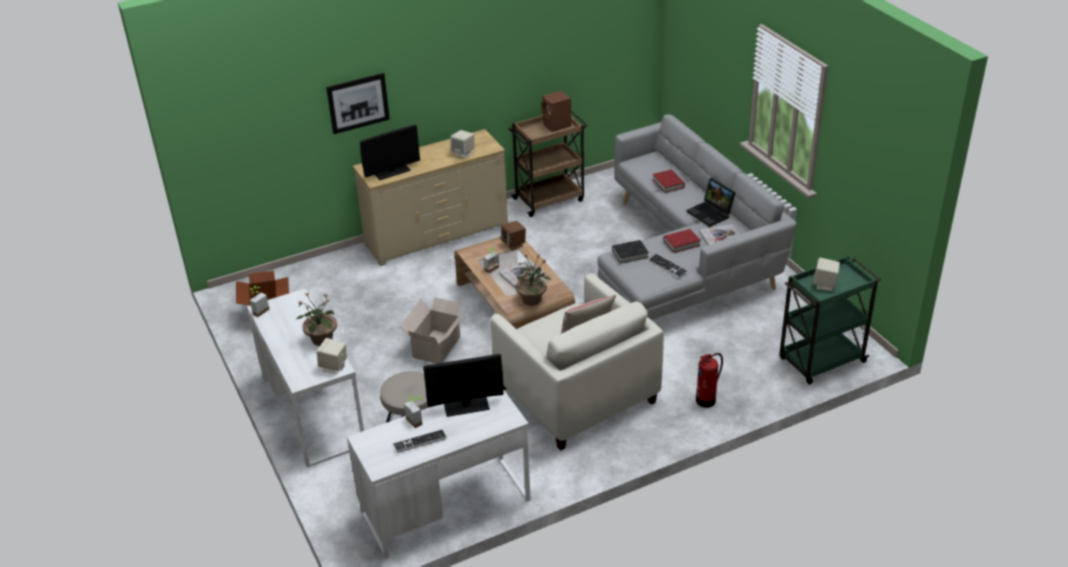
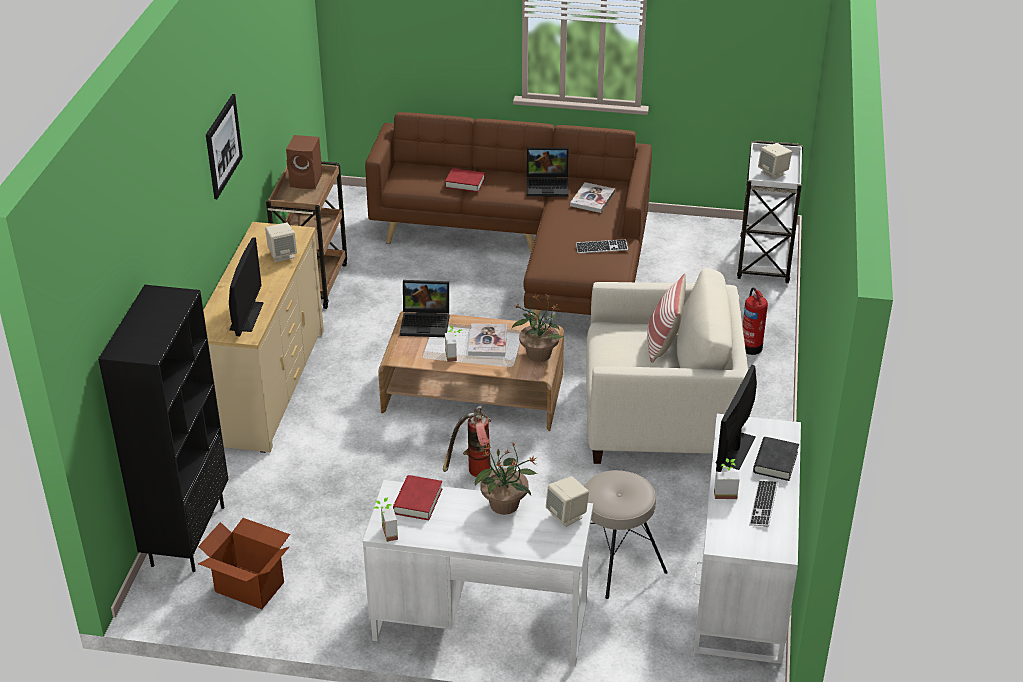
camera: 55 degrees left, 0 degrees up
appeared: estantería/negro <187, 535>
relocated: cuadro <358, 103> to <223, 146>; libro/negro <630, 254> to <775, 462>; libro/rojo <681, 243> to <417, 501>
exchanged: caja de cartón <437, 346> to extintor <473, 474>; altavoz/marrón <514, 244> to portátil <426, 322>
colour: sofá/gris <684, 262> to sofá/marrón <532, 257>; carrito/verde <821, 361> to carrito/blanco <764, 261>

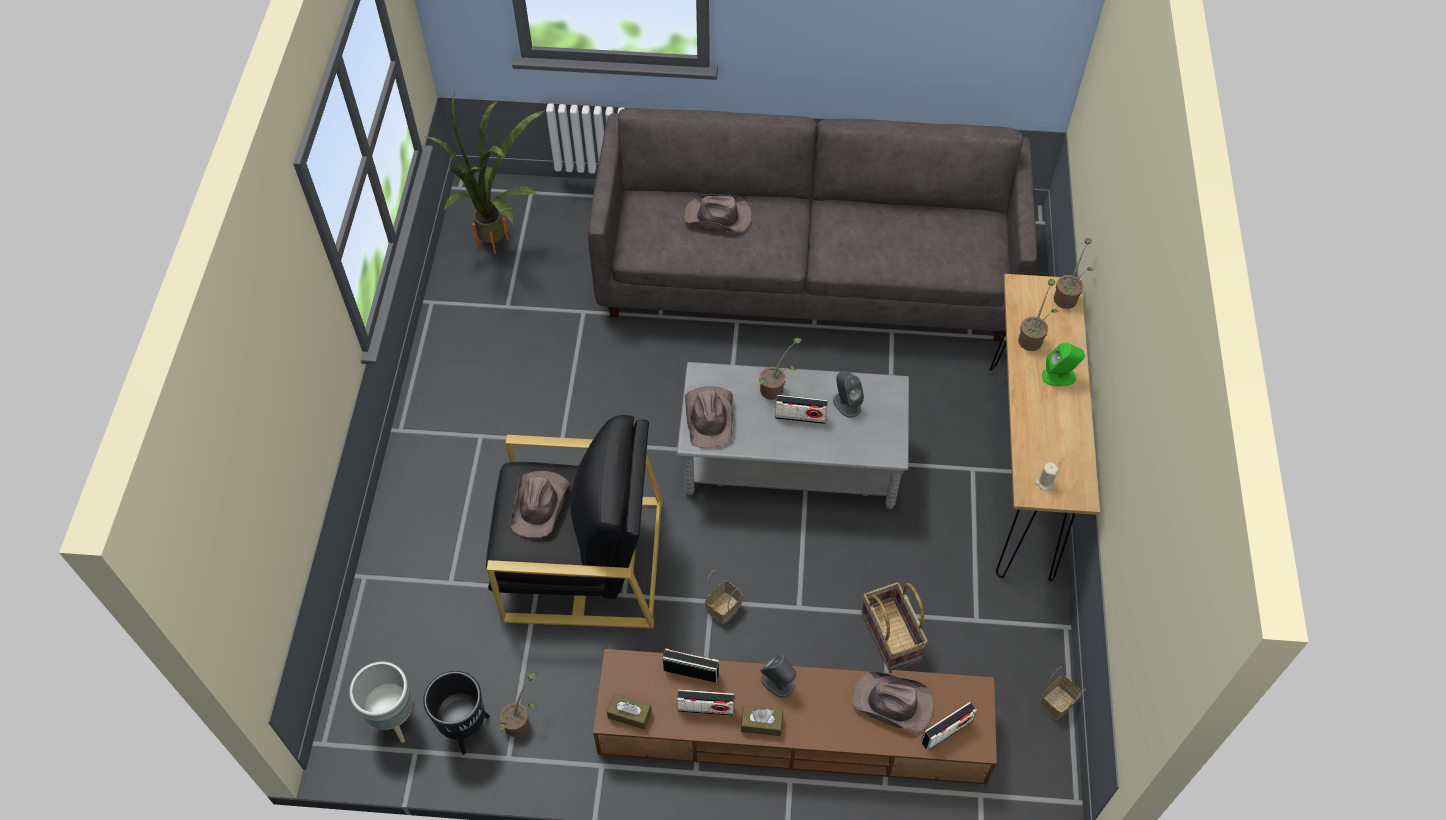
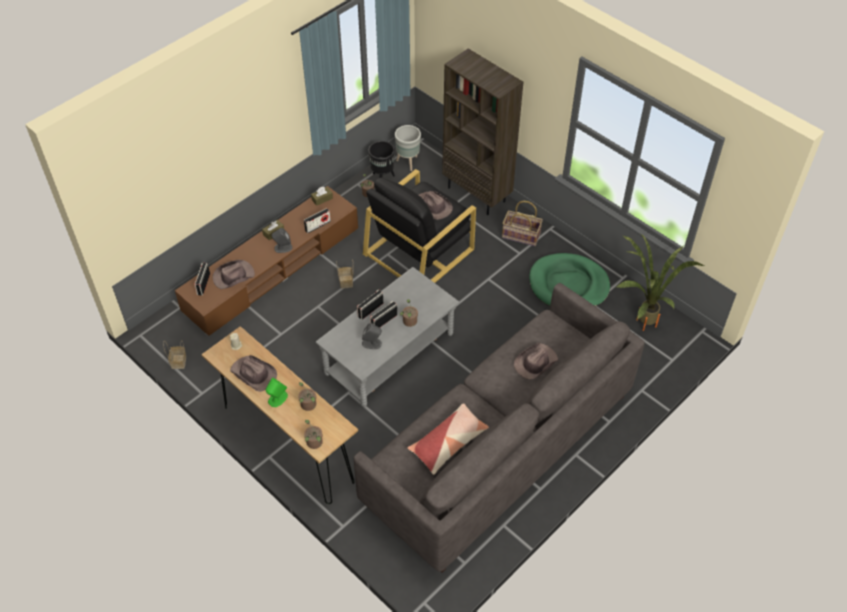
camera: 130 degrees right, 5 degrees down
appeared: cojín <448, 442>; estantería/marrón <477, 194>; cama para perro/verde <568, 285>
relocated: radio <706, 708> to <370, 309>; sombrero/marrón <710, 417> to <254, 374>; cesta <892, 635> to <520, 236>

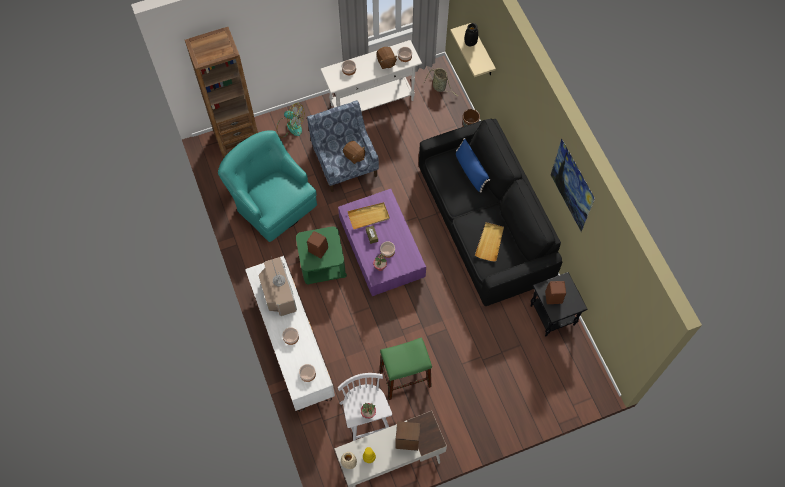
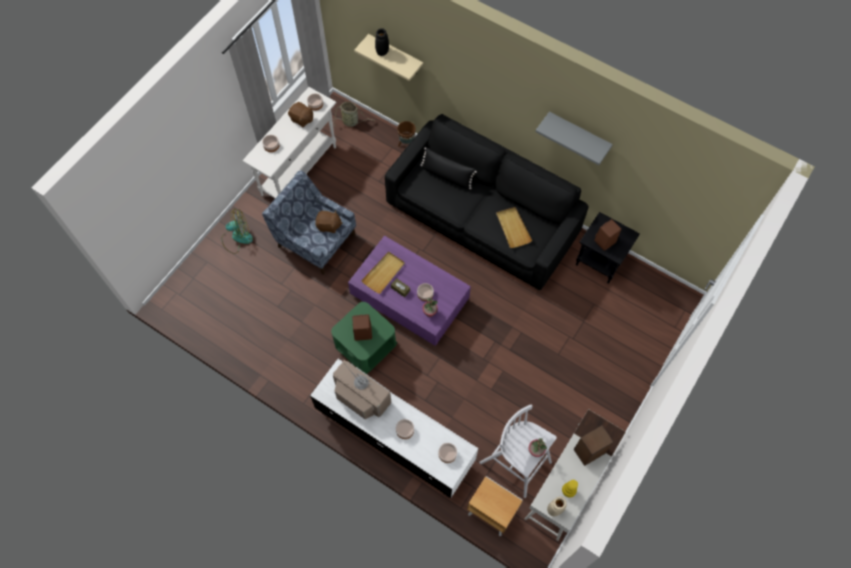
camera: 35 degrees left, 0 degrees up
missing: estantería/marrón <237, 139>; sillón/turquesa <272, 202>; taburete/verde <405, 378>
appeared: mesita de noche/marrón <490, 512>
exchanged: cuadro <568, 194> to estante/gris <578, 134>
colour: cojín/azul <470, 171> to cojín/negro <447, 175>

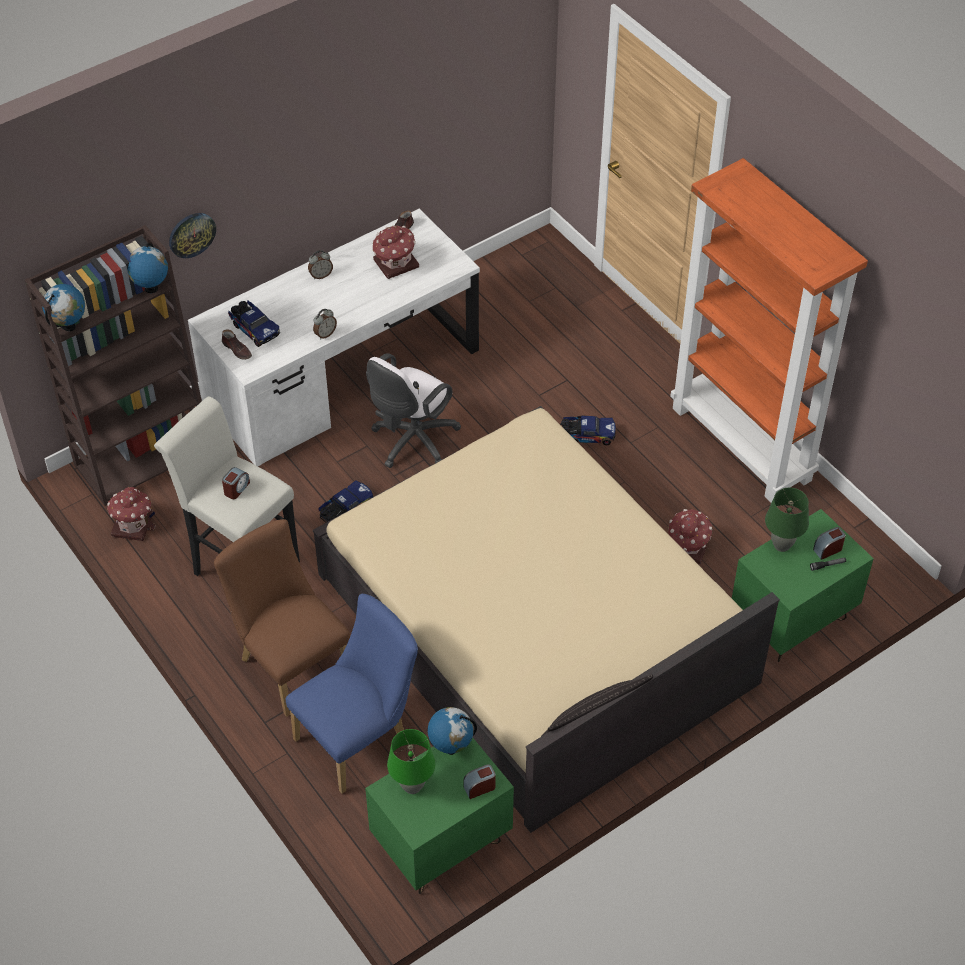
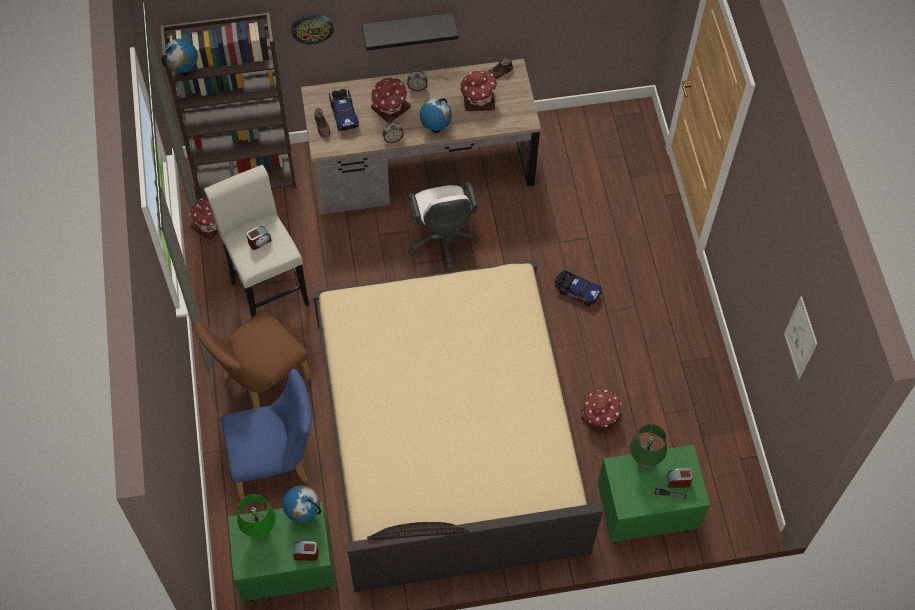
camera: 25 degrees right, 10 degrees up
missing: camión de juguete <345, 510>; estantería/naranja <743, 444>
appeared: estante/negro <408, 29>; casita <390, 108>; cuadro <800, 338>
relocated: globo terráqueo <151, 288> to <435, 129>
colour: escritorio/blanco <342, 377> to escritorio/marrón <421, 166>
spun: silla/marrón <290, 662> = <260, 381> 120 degrees counterclockwise; silla de oficina/blanco <411, 442> = <442, 241> 75 degrees counterclockwise

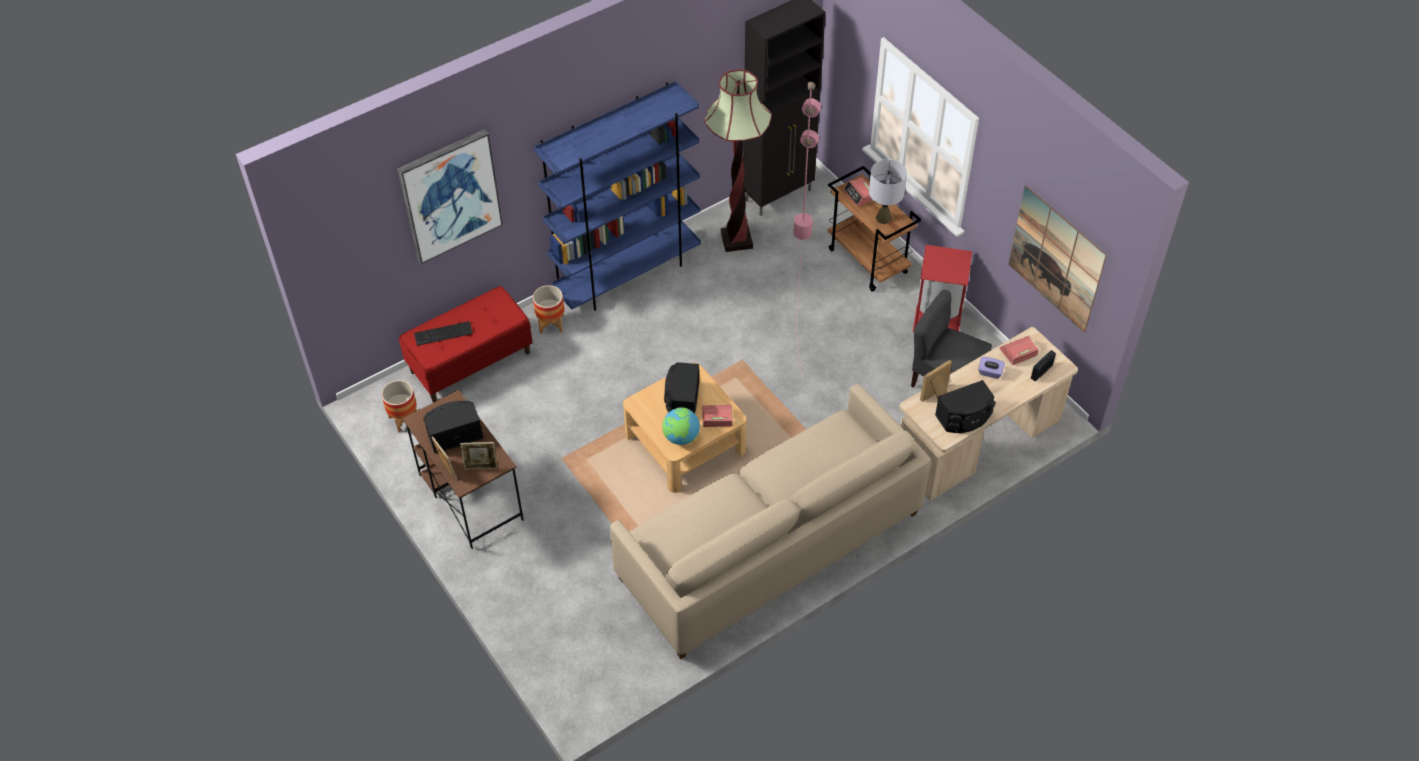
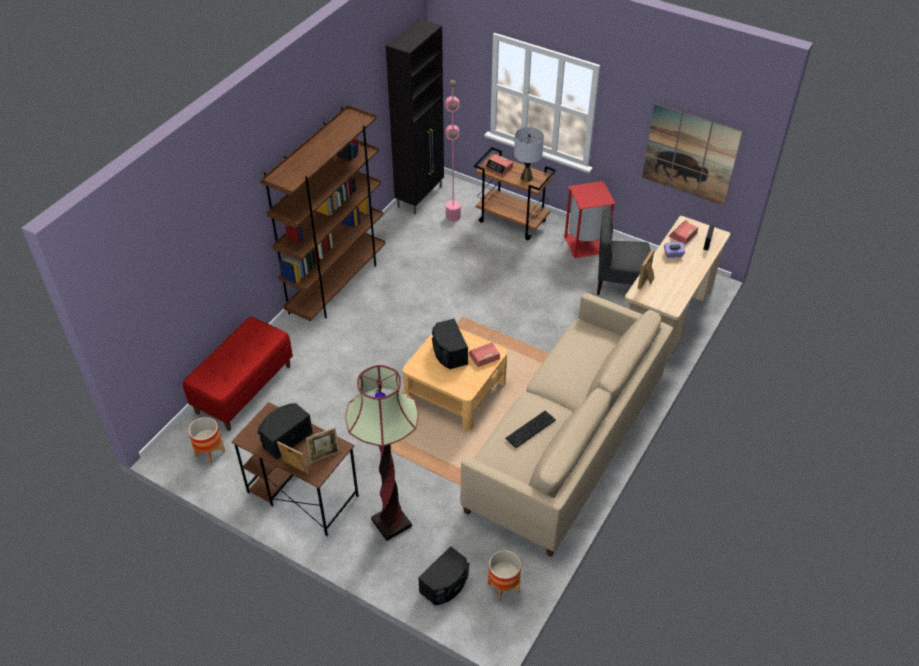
camera: 25 degrees left, 5 degrees down
missing: cuadro <450, 195>; globo terráqueo <681, 437>
relocated: teclado <444, 334> to <531, 429>; maceta <551, 324> to <503, 588>; lámpara de pie <736, 240> to <391, 523>; altavoz/negro <964, 418> to <446, 585>
colour: estantería/azul <627, 275> to estantería/marrón <337, 284>

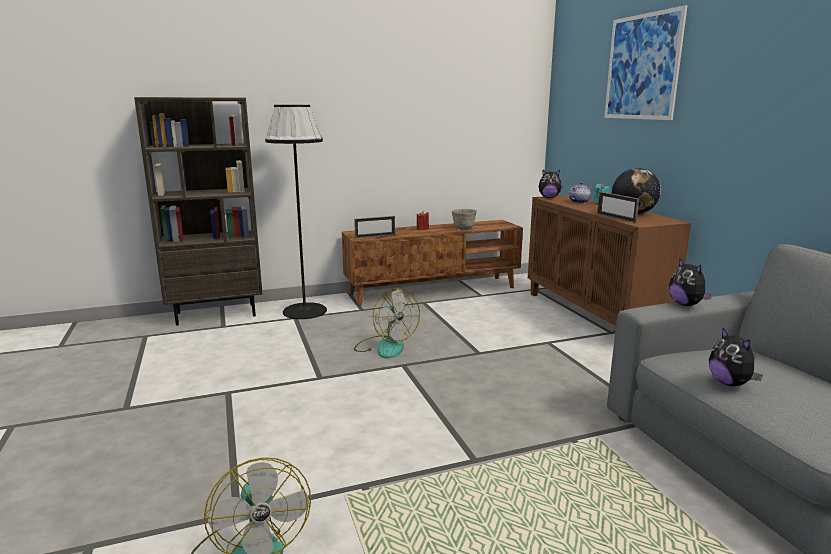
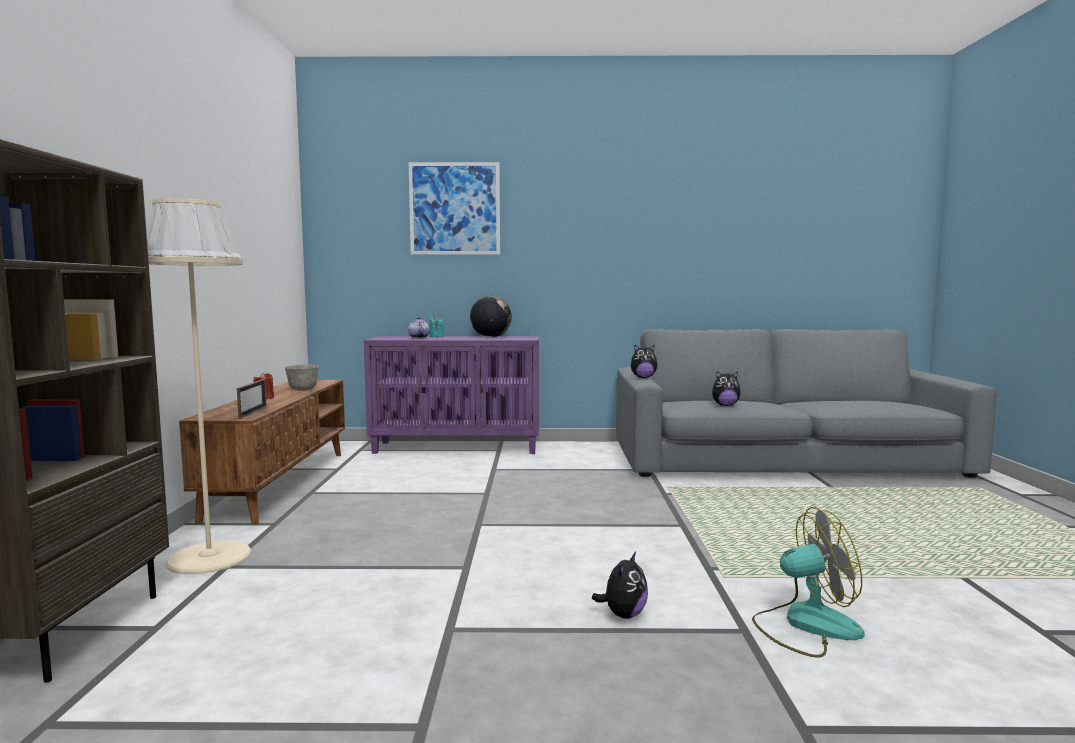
camera: 70 degrees left, 10 degrees down
missing: ventilador <385, 346>; portarretratos <616, 218>
relocated: peluche <549, 197> to <623, 615>
colour: lámpara de pie/negro <305, 311> to lámpara de pie/beis <209, 557>; armario/marrón <593, 316> to armario/morado <457, 447>

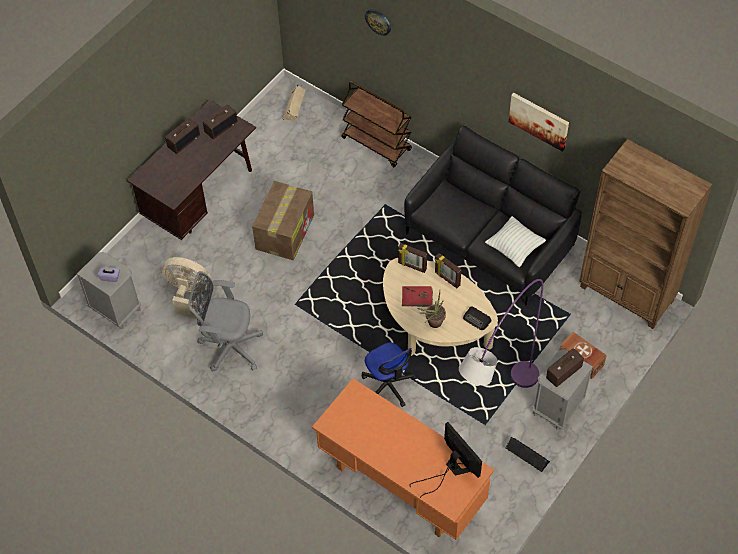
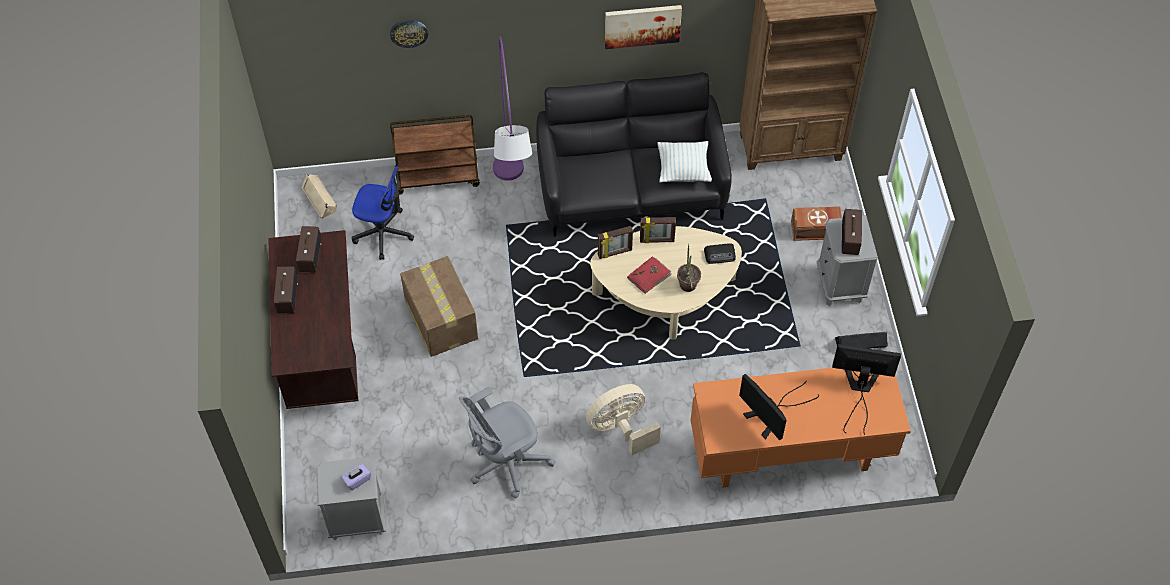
camera: 45 degrees left, 0 degrees up
appeared: monitor <771, 415>
relocated: ventilador/beis <189, 294> to <621, 428>; silla de oficina <388, 385> to <383, 233>; lámpara de pie/morado <495, 414> to <514, 215>

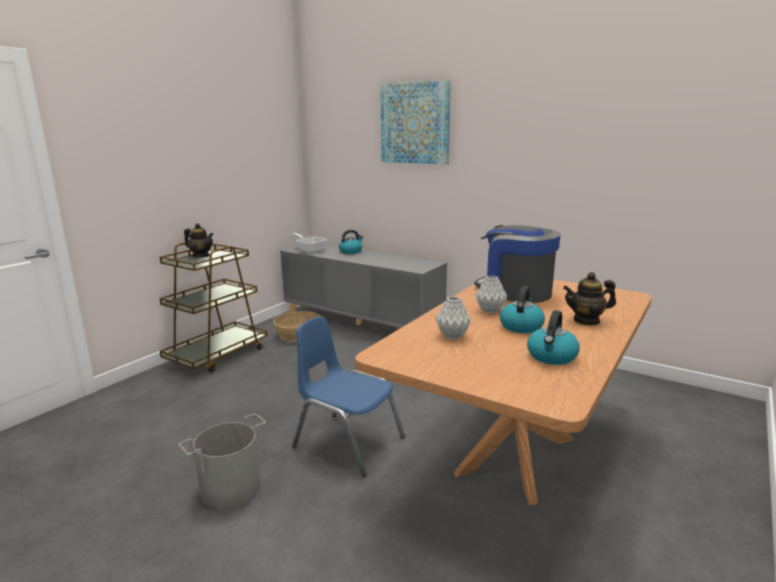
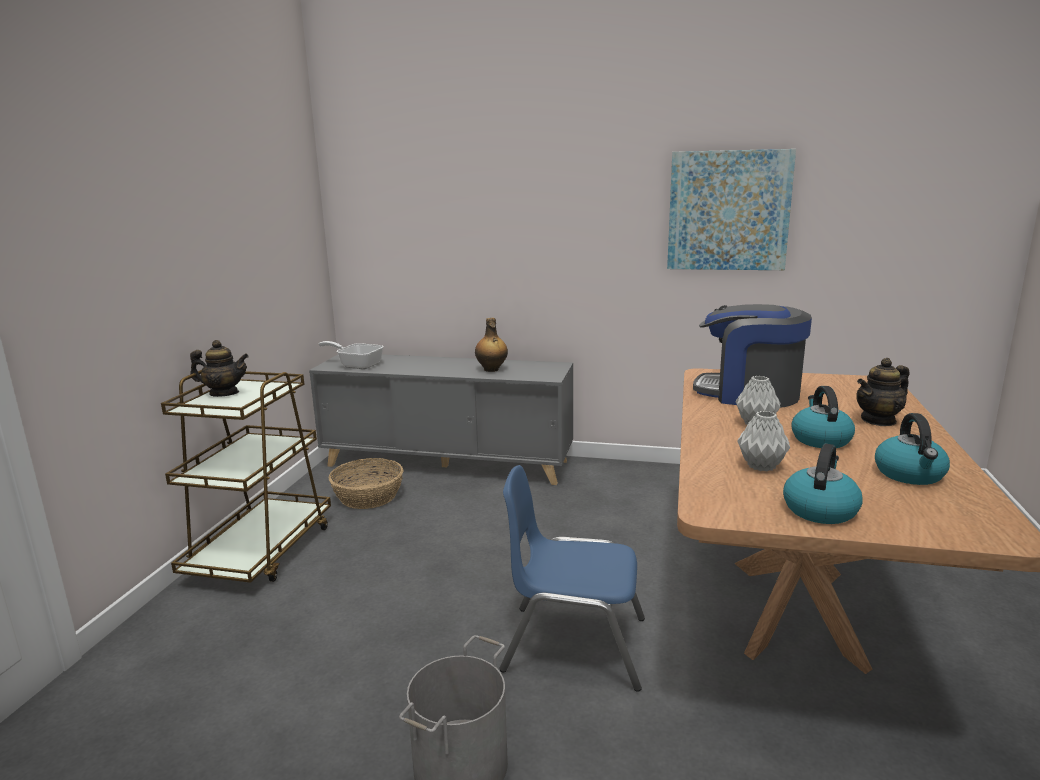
camera: 20 degrees left, 0 degrees up
appeared: botella <491, 369>
relocated: hervidor <351, 251> to <820, 509>; cuadro <415, 123> to <728, 211>

